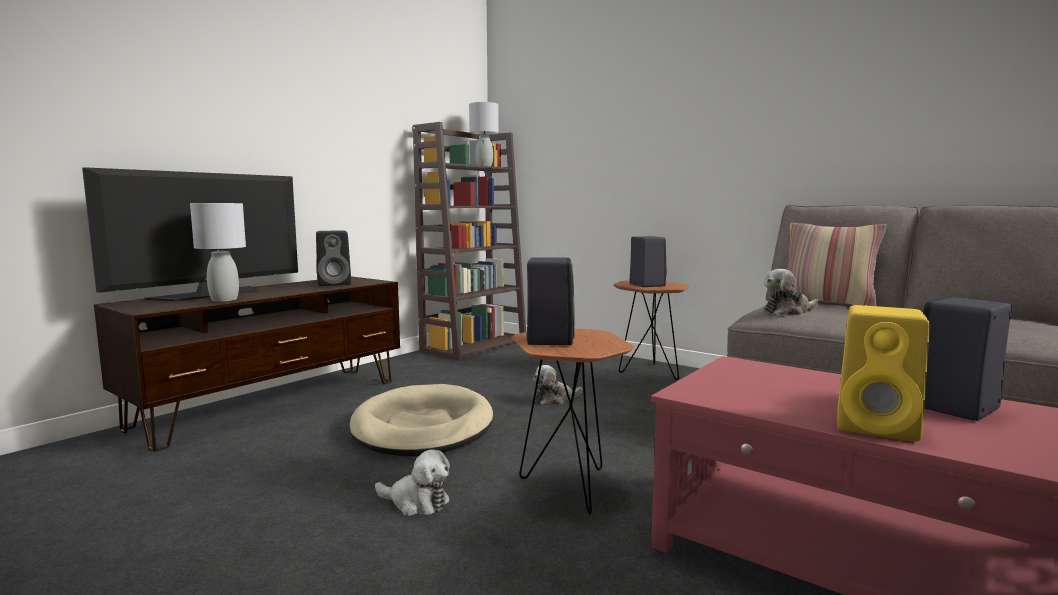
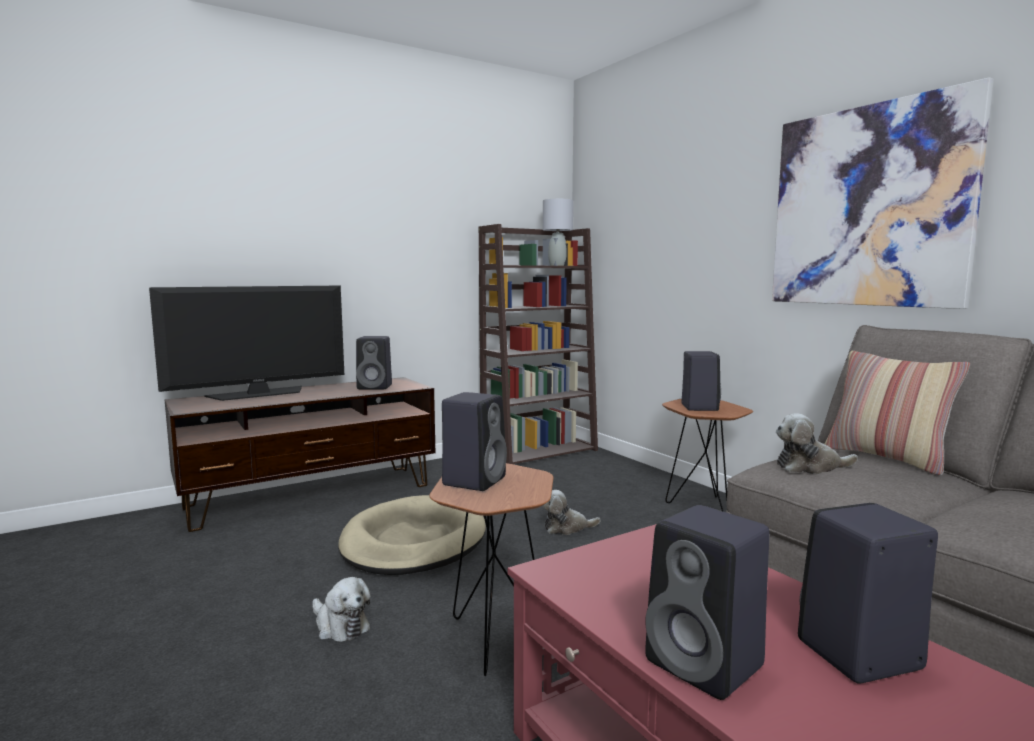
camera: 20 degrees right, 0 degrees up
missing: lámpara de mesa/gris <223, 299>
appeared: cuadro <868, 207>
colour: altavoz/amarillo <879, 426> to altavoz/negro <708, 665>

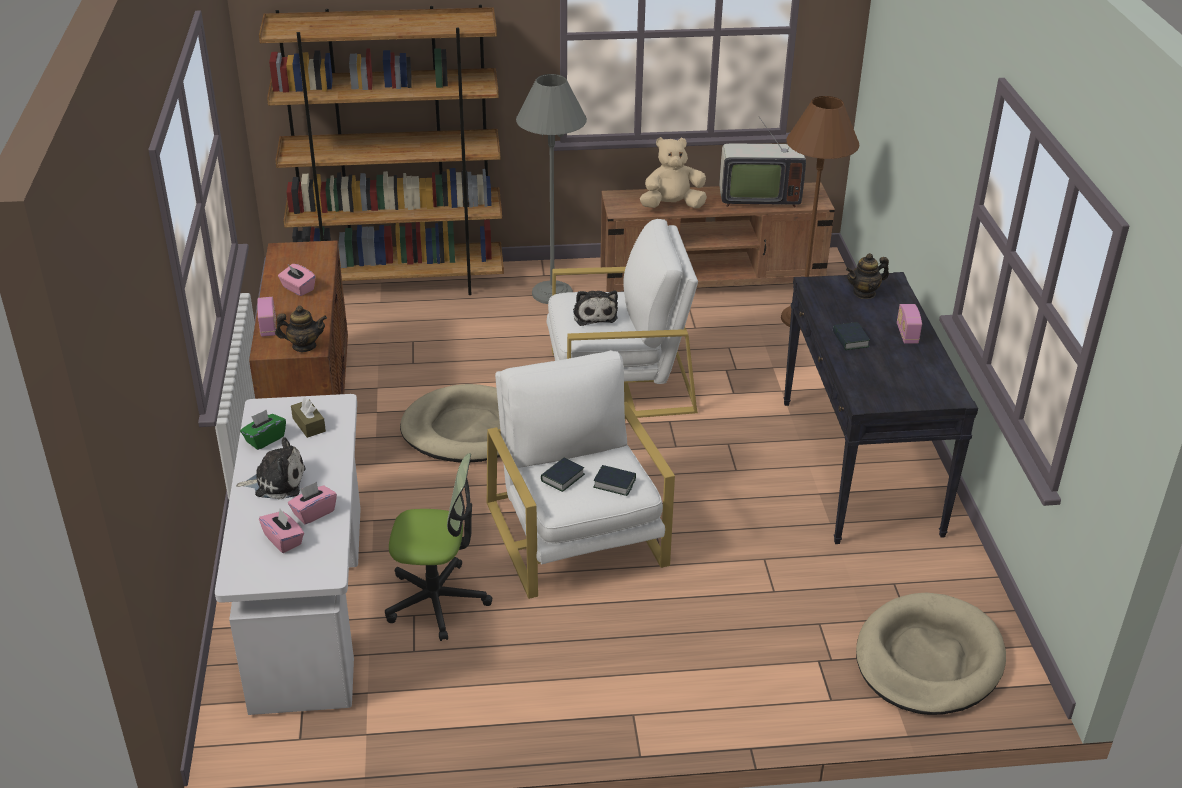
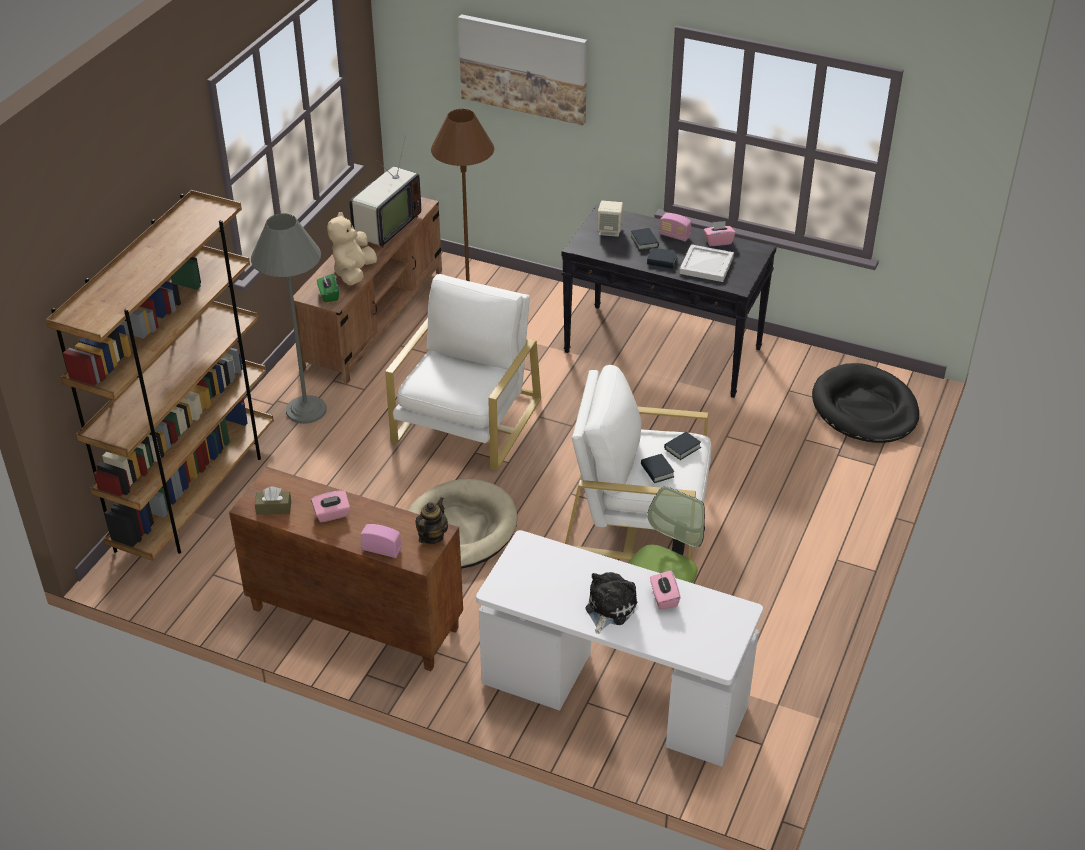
camera: 60 degrees left, 5 degrees up
missing: peluche <594, 314>
appeared: cuadro <523, 68>; libro <644, 242>; bandeja/blanco <705, 265>
relocated: caja de pañuelos/verde <265, 439> to <328, 295>; caja de pañuelos/rosa <284, 540> to <718, 241>; caja de pañuelos/marrón <309, 425> to <273, 508>
exchanged: tetera <864, 293> to altavoz/beis <610, 230>
colour: cama para perro/beis <928, 659> to cama para perro/negro <864, 408>

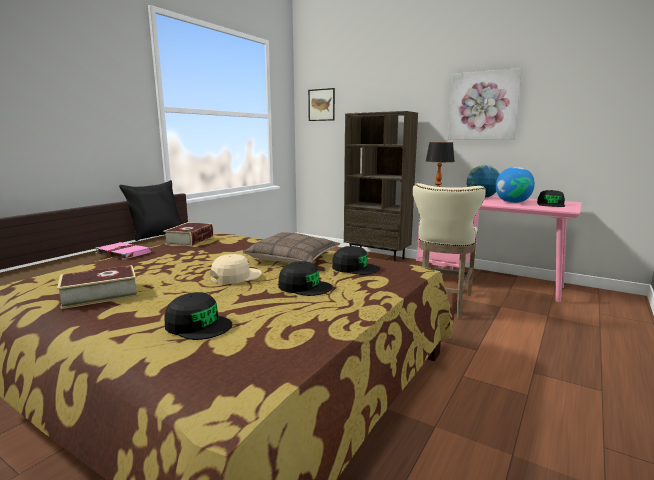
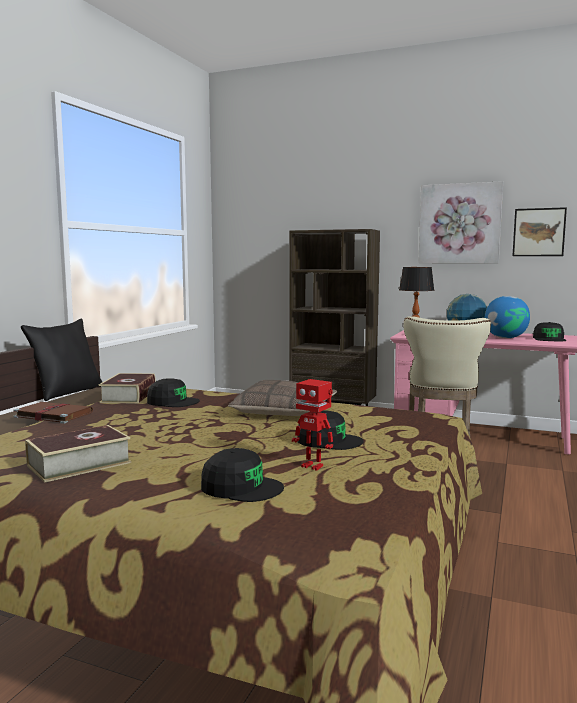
camera: 10 degrees left, 5 degrees down
missing: gorra/beis <235, 276>
appeared: robot de juguete <313, 466>
relocated: cuadro <321, 105> to <539, 232>; gorra/negro <355, 268> to <172, 402>
colour: libro/rosa <123, 252> to libro/marrón <52, 415>

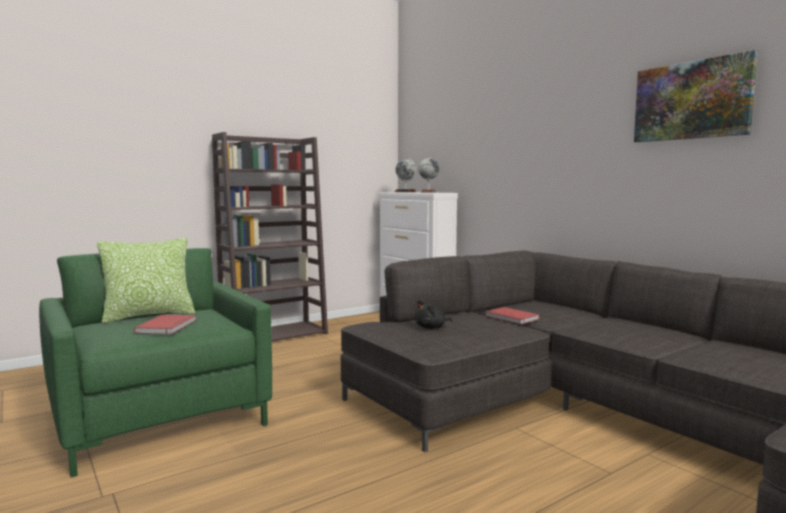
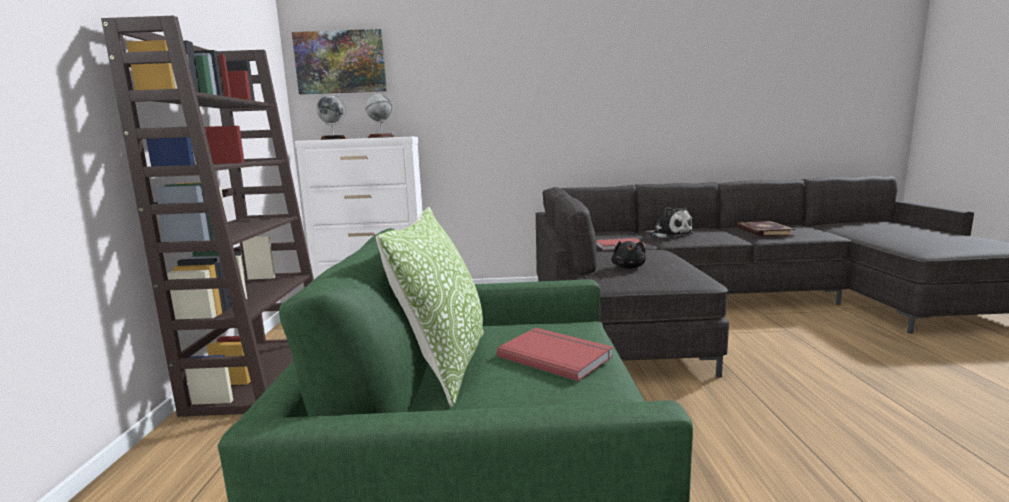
camera: 55 degrees left, 5 degrees up
appeared: peluche <669, 234>; libro <763, 231>
relocated: cuadro <691, 100> to <340, 62>

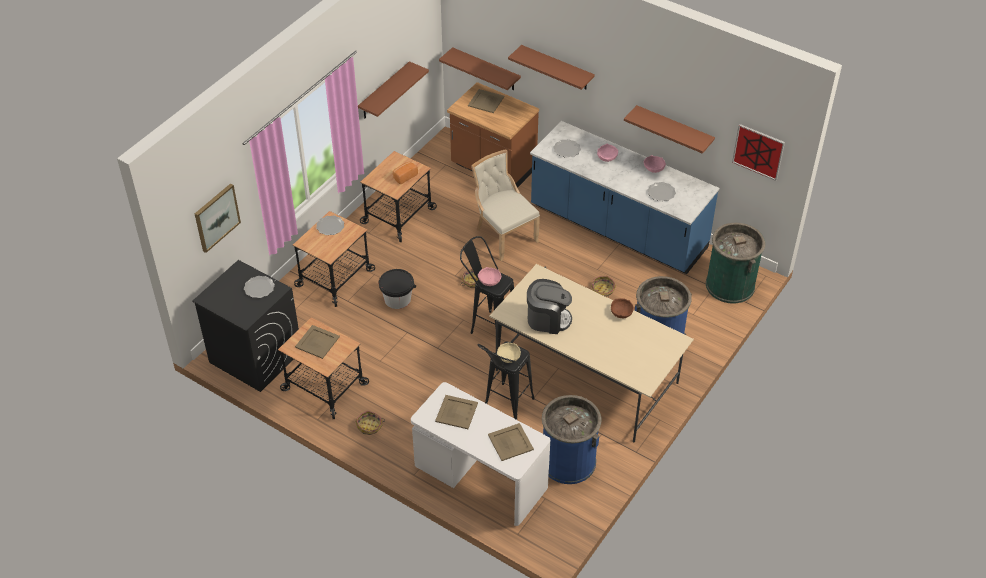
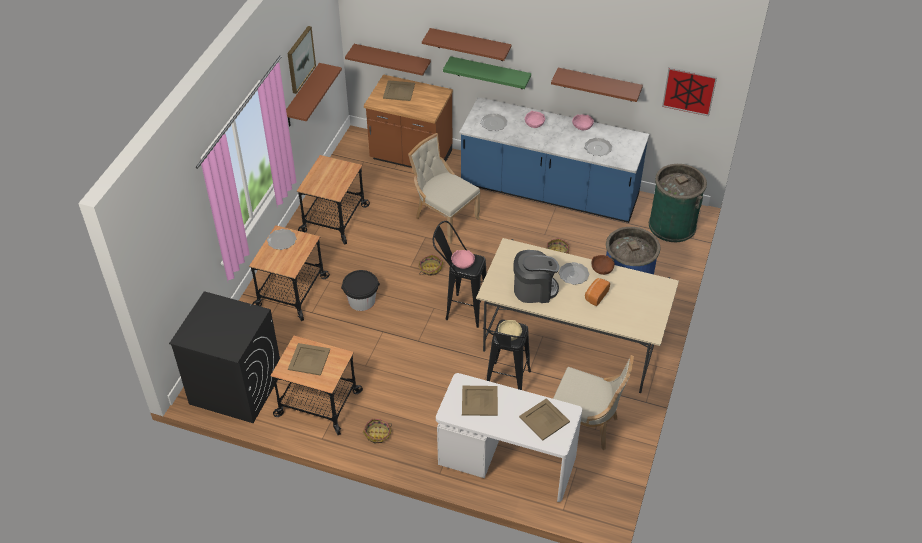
camera: 15 degrees left, 0 degrees up
appeared: estante/verde <490, 73>
relocated: cuadro <216, 217> to <300, 59>; plato <259, 288> to <573, 274>; pan <404, 176> to <595, 296>
exchanged: papelera/azul <568, 461> to silla/beis <585, 425>

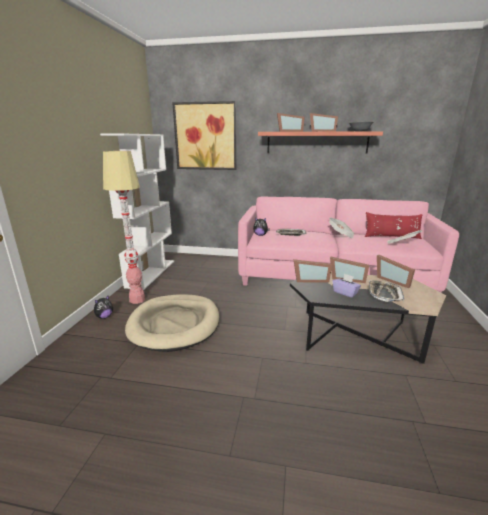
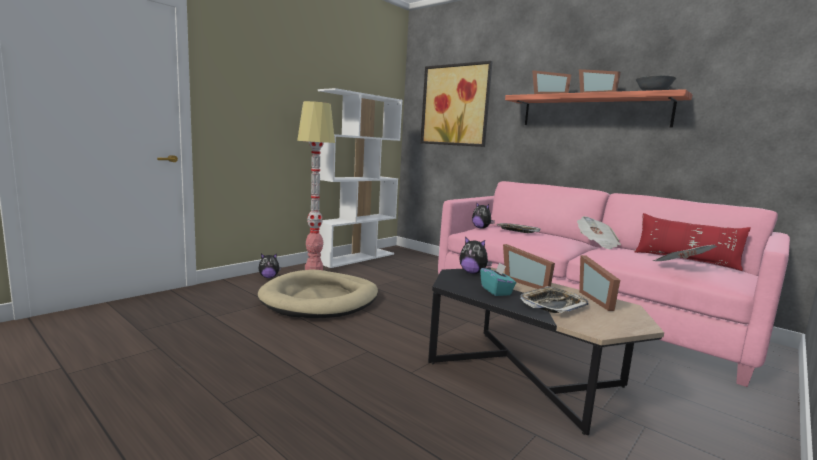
camera: 30 degrees right, 10 degrees down
exchanged: portarretratos <310, 280> to peluche <473, 273>
colour: caja de pañuelos/morado <345, 292> to caja de pañuelos/turquesa <496, 291>

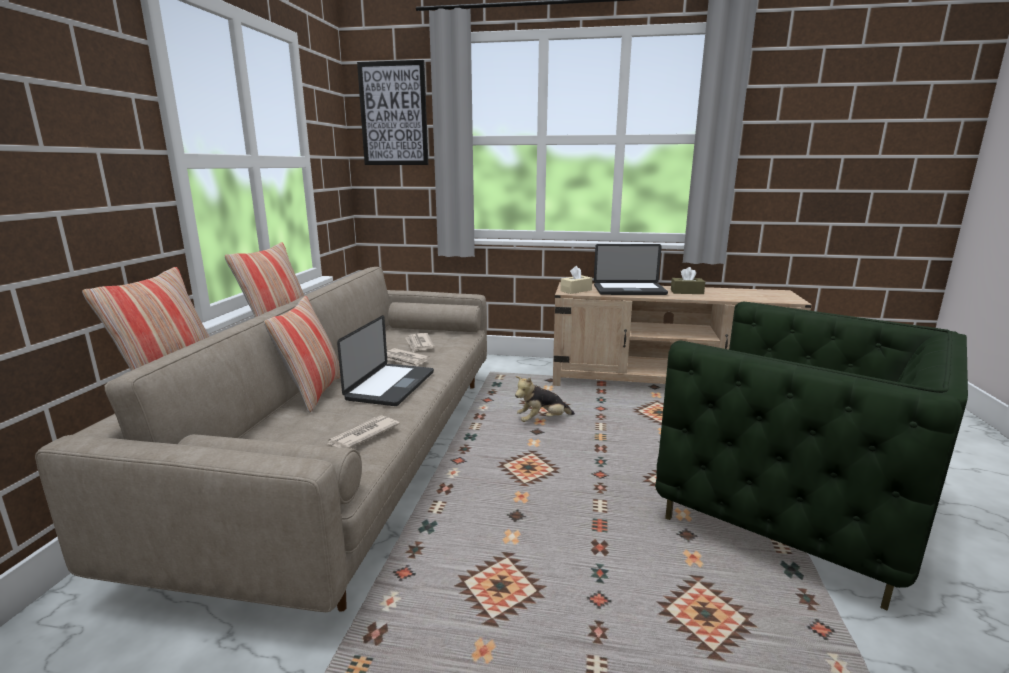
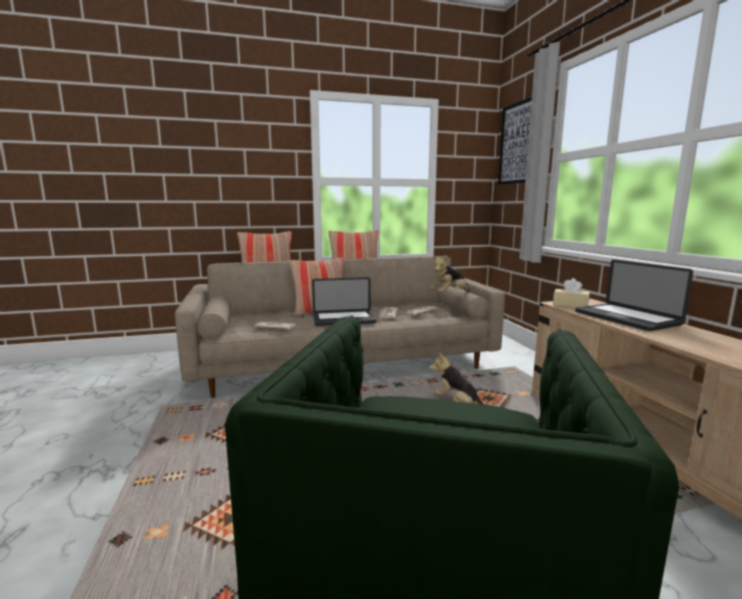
camera: 65 degrees right, 5 degrees down
missing: caja de pañuelos/marrón <687, 292>
appeared: peluche <449, 294>

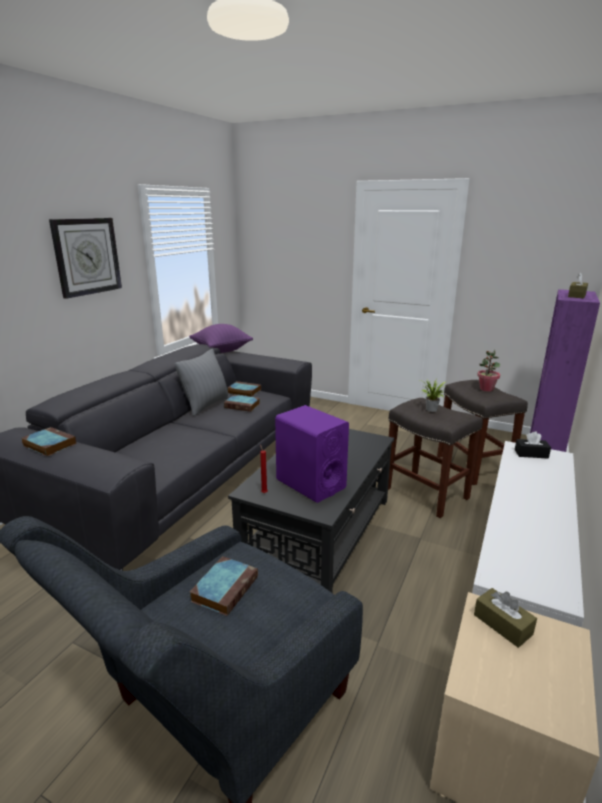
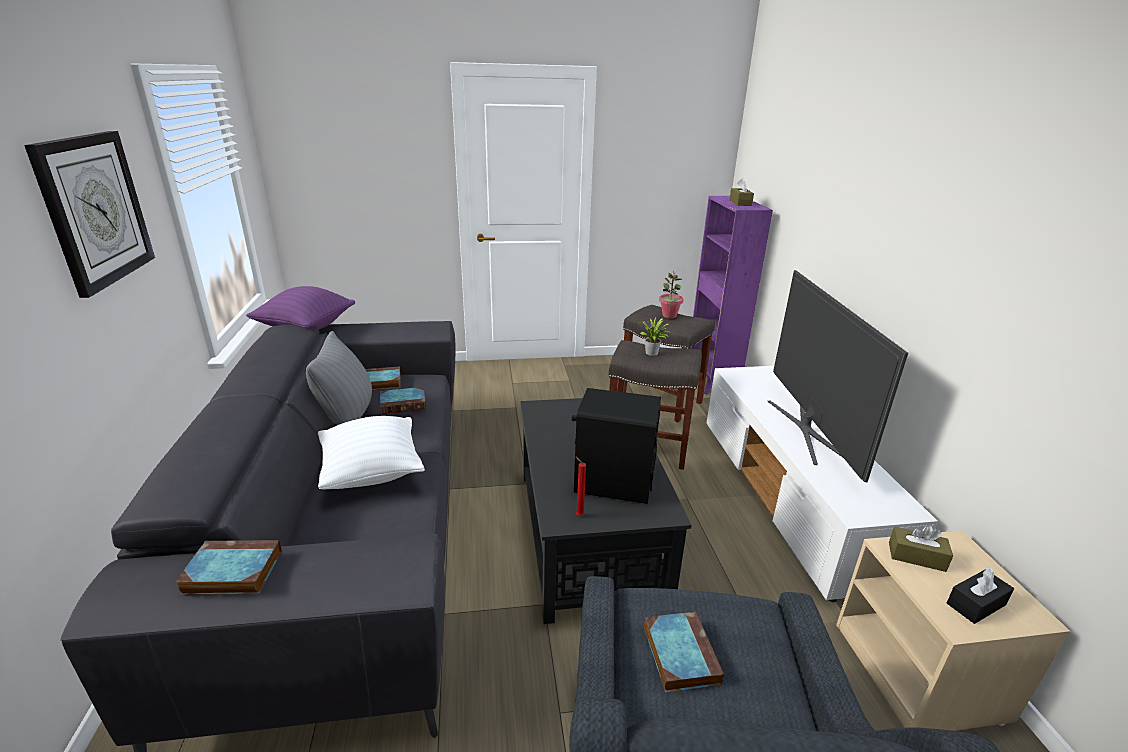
camera: 35 degrees left, 5 degrees up
appeared: cojín/blanco <372, 473>; televisor <808, 430>
relocated: caja de pañuelos/negro <531, 454> to <976, 604>
colour: altavoz/morado <310, 483> to altavoz/negro <613, 483>

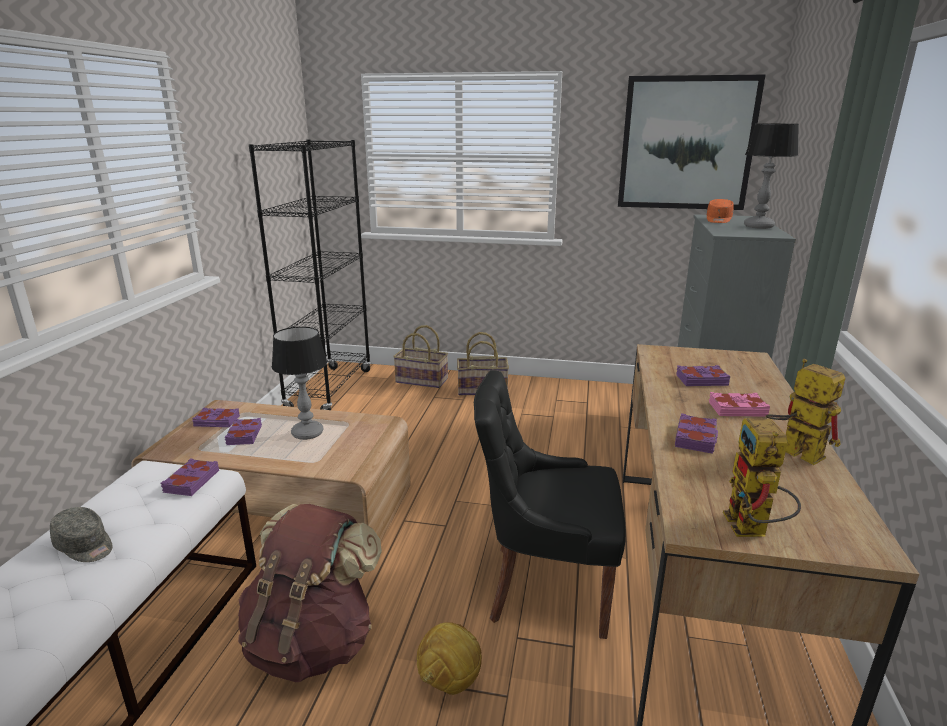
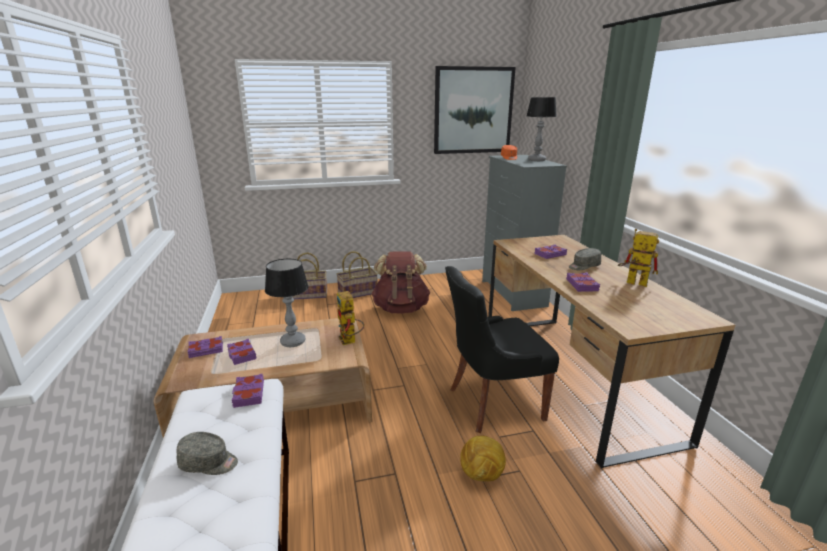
camera: 25 degrees left, 0 degrees up
missing: estantería/negro <330, 390>
relocated: mochila/marrón <312, 642> to <401, 308>; robot de juguete <752, 531> to <350, 341>
exchanged: libro/rosa <737, 409> to gorra/gris <583, 266>

